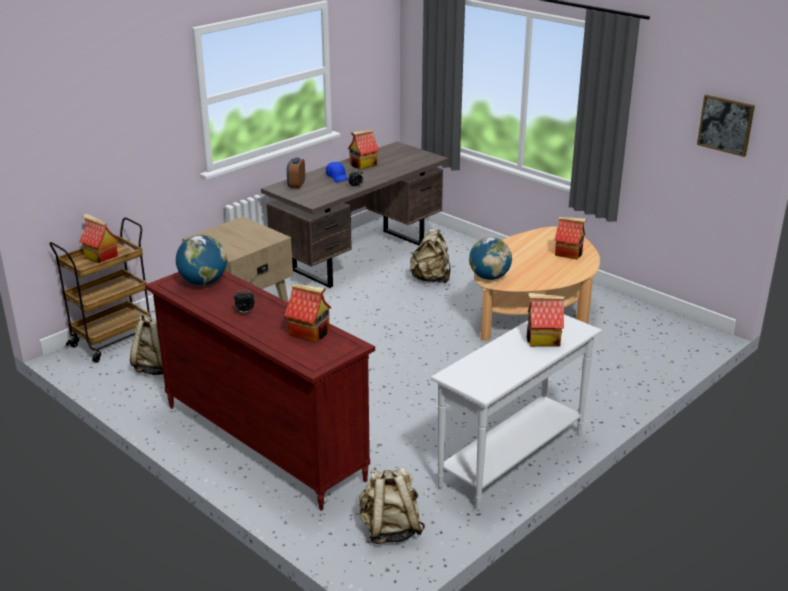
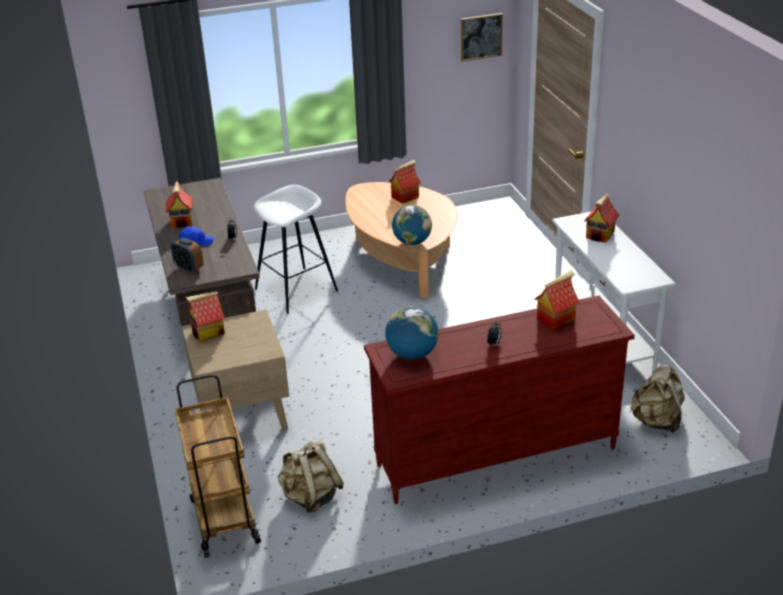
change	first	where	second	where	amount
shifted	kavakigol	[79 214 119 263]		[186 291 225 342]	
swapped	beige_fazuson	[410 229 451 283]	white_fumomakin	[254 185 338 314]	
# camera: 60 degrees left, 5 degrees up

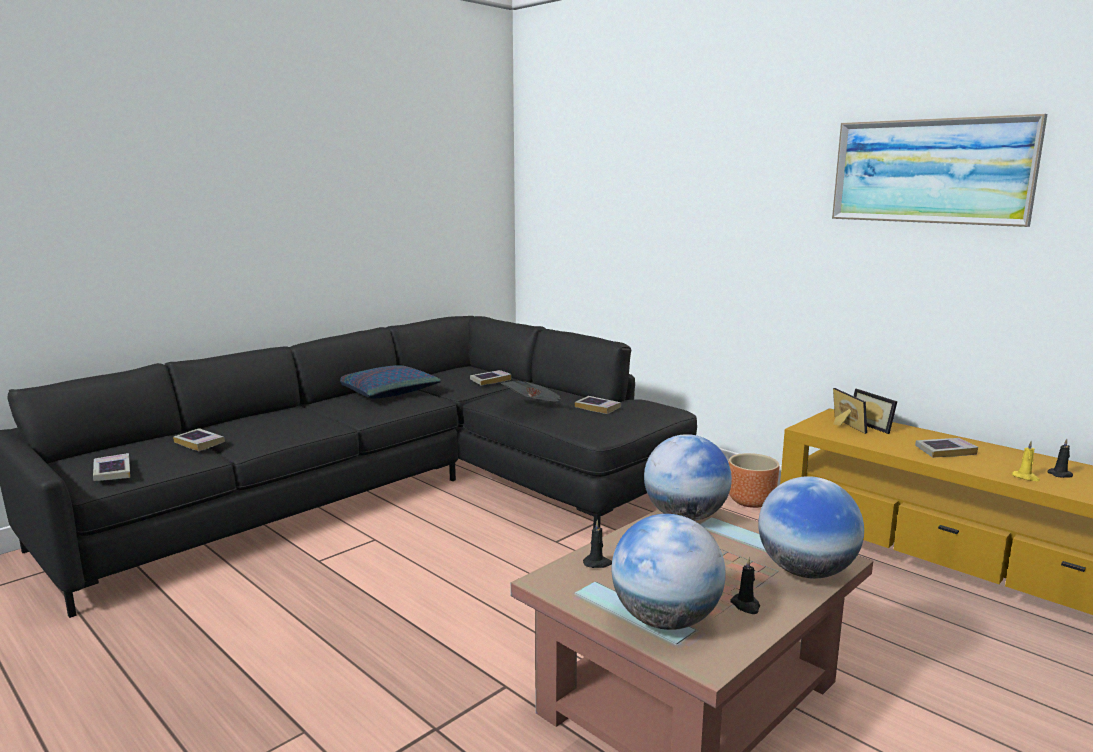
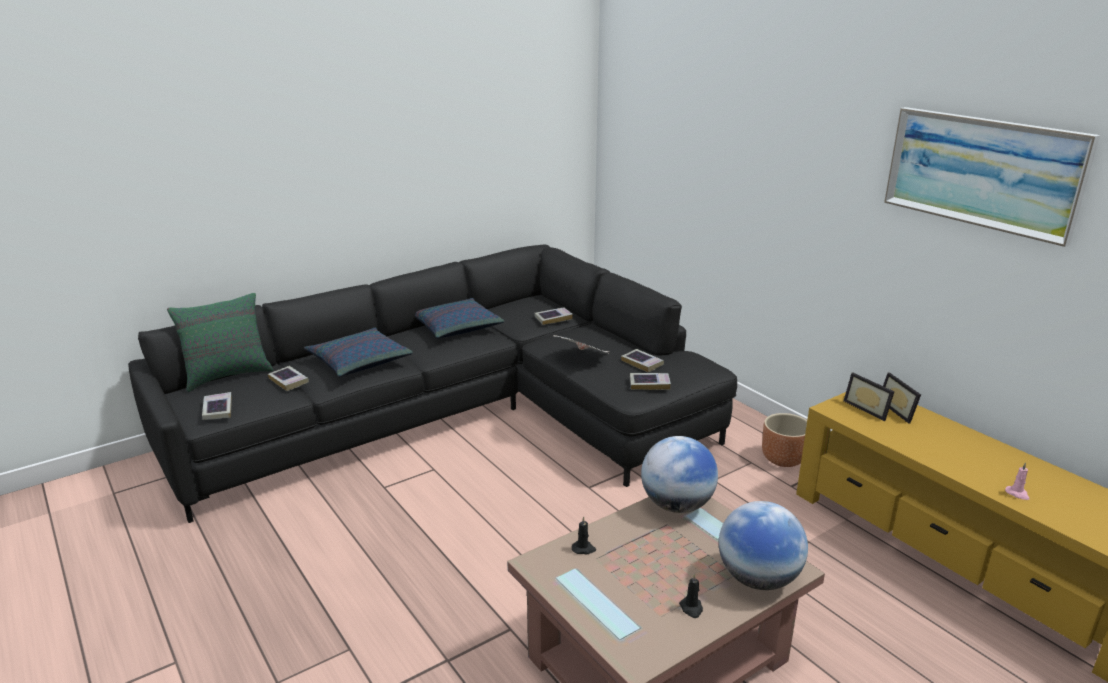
change	first	where	second	where	amount
rotated	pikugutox	[833 388 867 434]		[844 373 894 421]	150 degrees clockwise
shifted	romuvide	[915 438 978 458]		[630 373 671 390]	
gone	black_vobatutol	[1048 439 1073 478]			
repainted	yellow_vobatutol	[1012 441 1040 481]	pink_vobatutol	[1005 462 1030 500]	
gone	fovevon	[612 514 726 630]			
new			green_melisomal	[167 293 273 392]	
new			blue_melisomal	[304 327 413 377]	
# camera: 10 degrees right, 10 degrees up

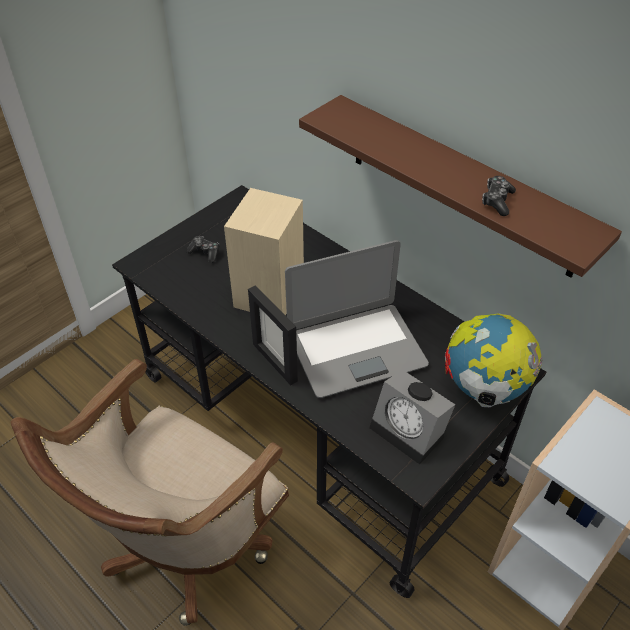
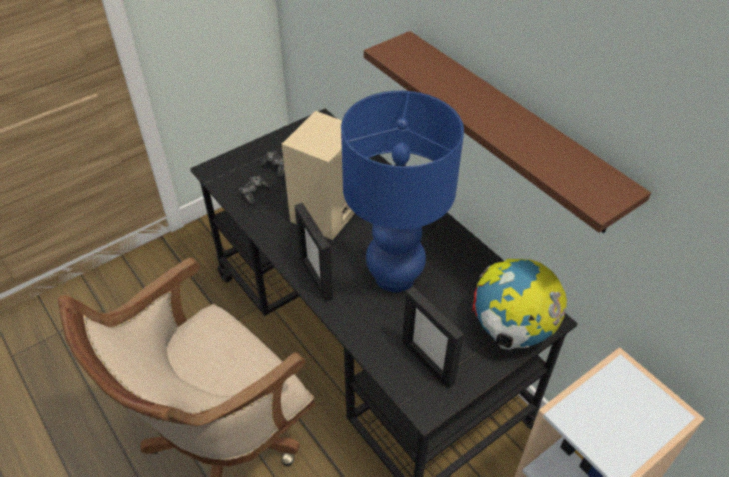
change	first	where	second	where	amount
shifted	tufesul	[482 176 516 216]		[239 176 271 206]	
swapped	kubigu	[285 240 429 398]	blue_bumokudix	[341 91 464 292]	
swapped	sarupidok	[369 370 455 464]	pikugutox	[402 287 464 389]	
# camera: 10 degrees right, 0 degrees up

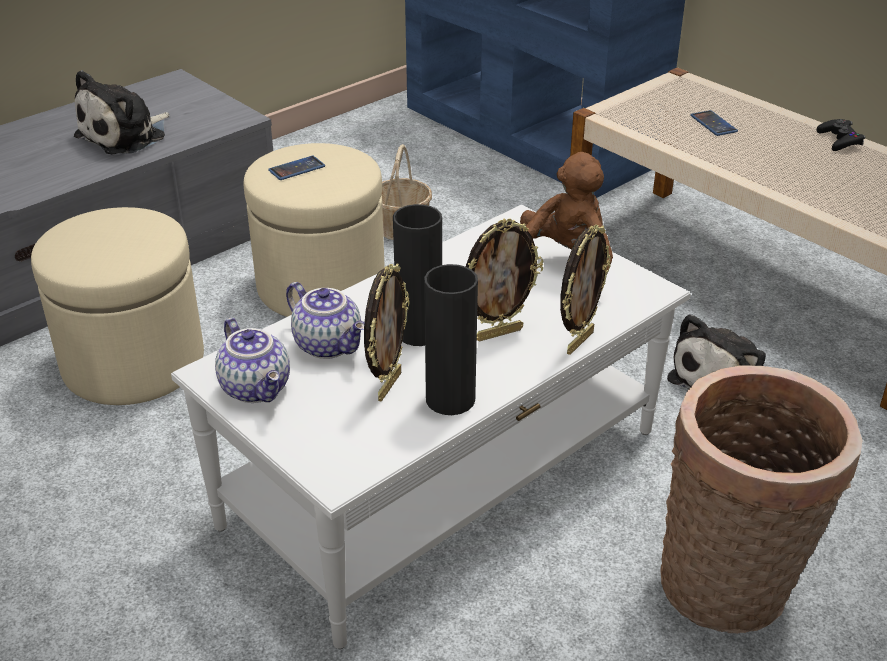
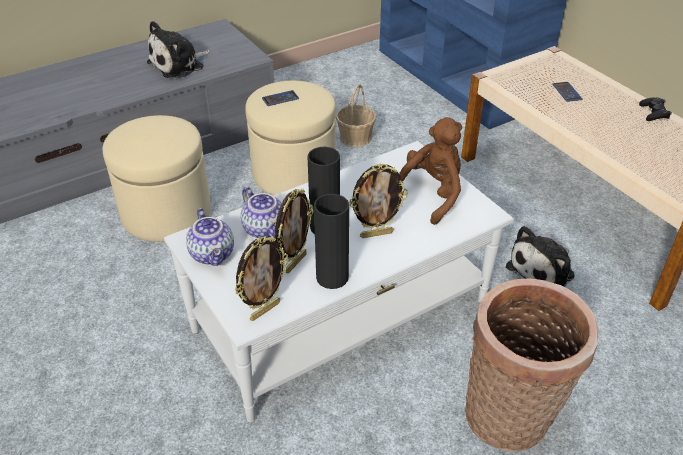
change	first	where	second	where	amount
shifted	pikugutox	[560 224 611 355]		[235 236 289 321]	
# camera: 10 degrees right, 5 degrees up

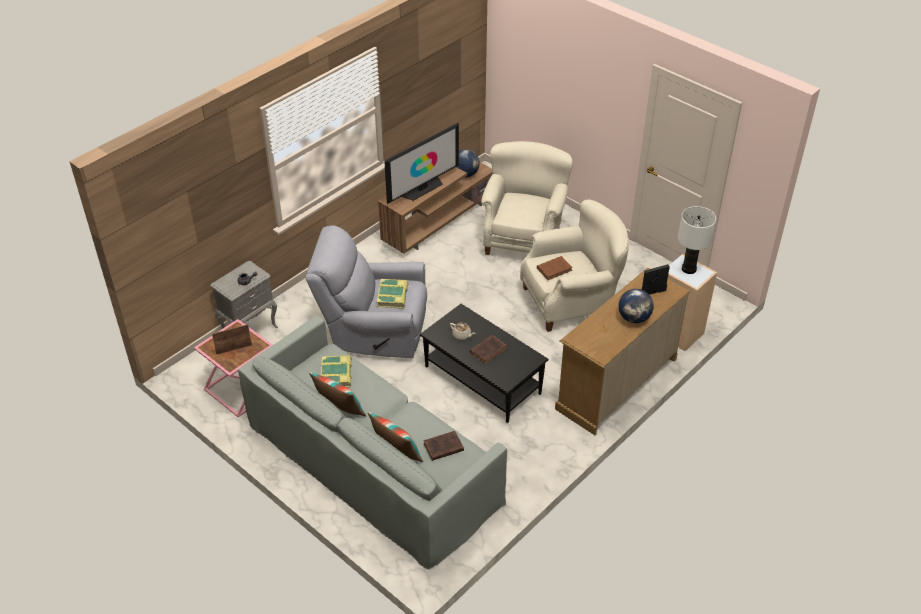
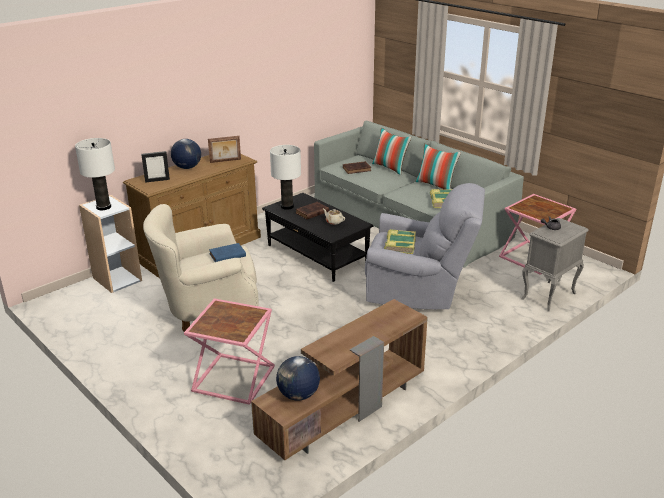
change	first	where	second	where	amount
gone	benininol	[384 123 459 204]			
swapped	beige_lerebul	[481 141 573 255]	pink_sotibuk	[184 298 275 405]	
repainted	brown_romuvide	[537 256 572 280]	blue_romuvide	[209 243 246 262]	
shifted	pikugutox	[212 324 252 355]		[208 136 241 163]	
new			white_bumokudix	[270 145 301 210]	
# camera: 175 degrees left, 15 degrees down

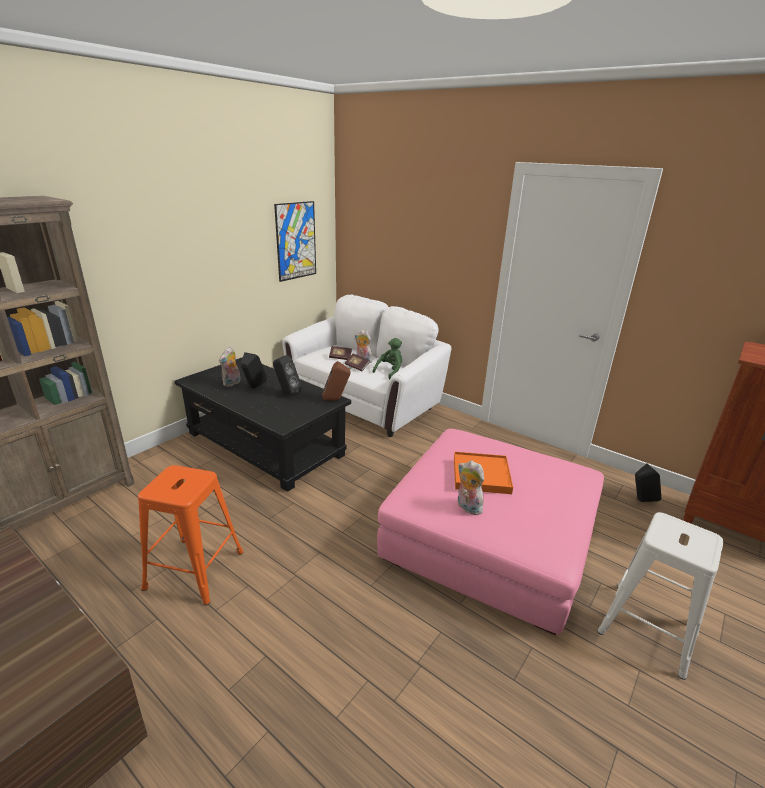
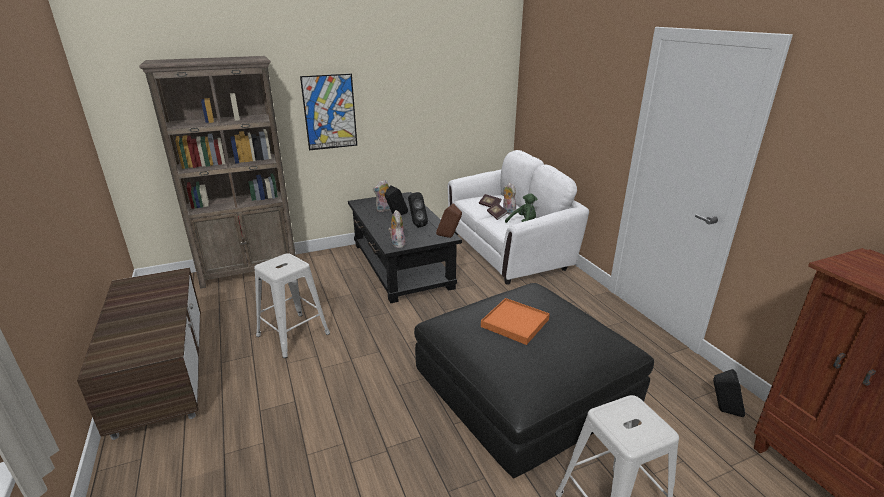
change	first	where	second	where	amount
shifted	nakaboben	[274 201 316 282]		[300 74 357 151]	
repainted	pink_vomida	[377 429 604 635]	black_vomida	[414 283 654 479]	
shifted	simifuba	[458 460 484 515]		[388 210 406 248]	
repainted	orange_fumomakin	[138 465 244 605]	white_fumomakin	[254 253 330 358]	
# camera: 30 degrees right, 0 degrees up

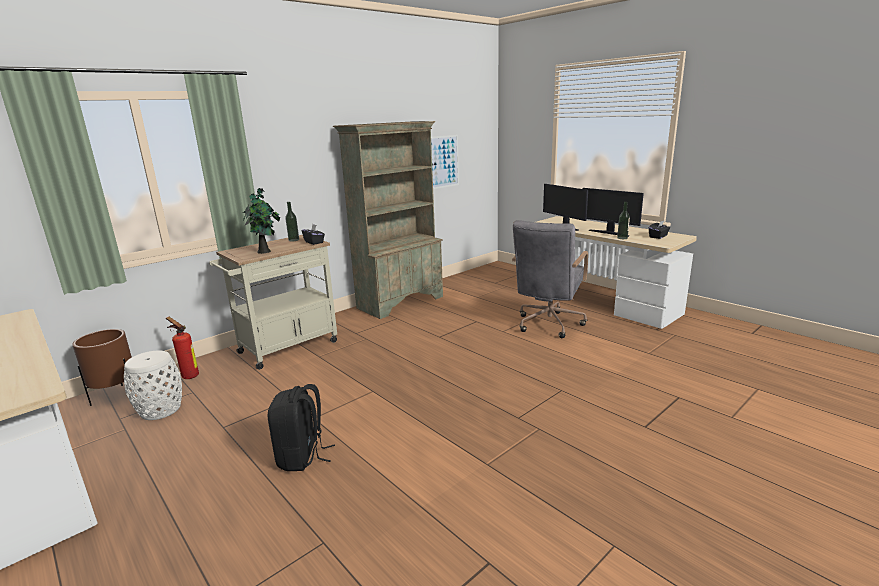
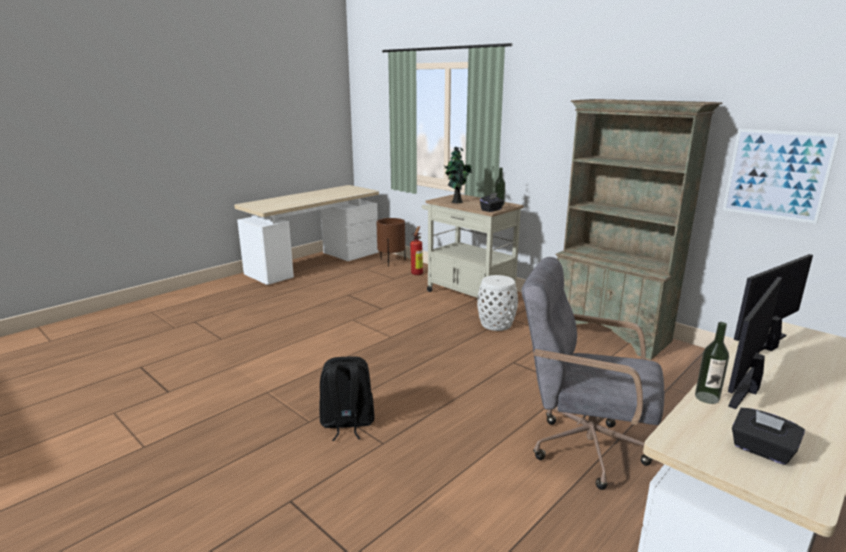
change	first	where	second	where	amount
shifted	white_fumomakin	[124 350 182 420]		[477 275 518 331]	
shifted	black_fazuson	[268 384 335 471]		[319 356 375 441]	
# camera: 85 degrees right, 0 degrees up

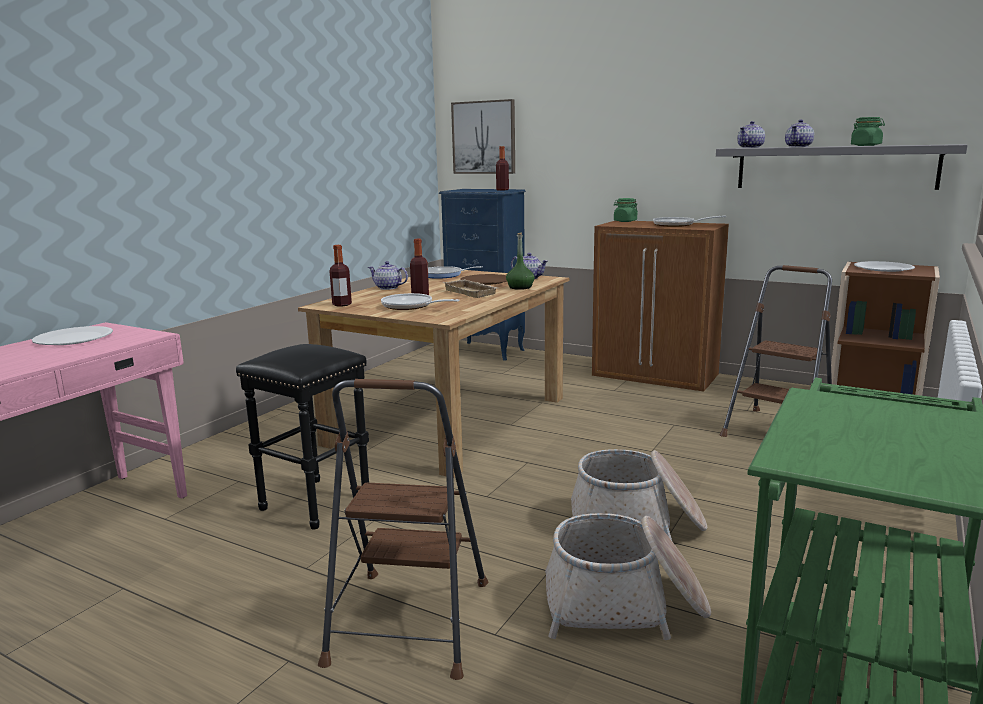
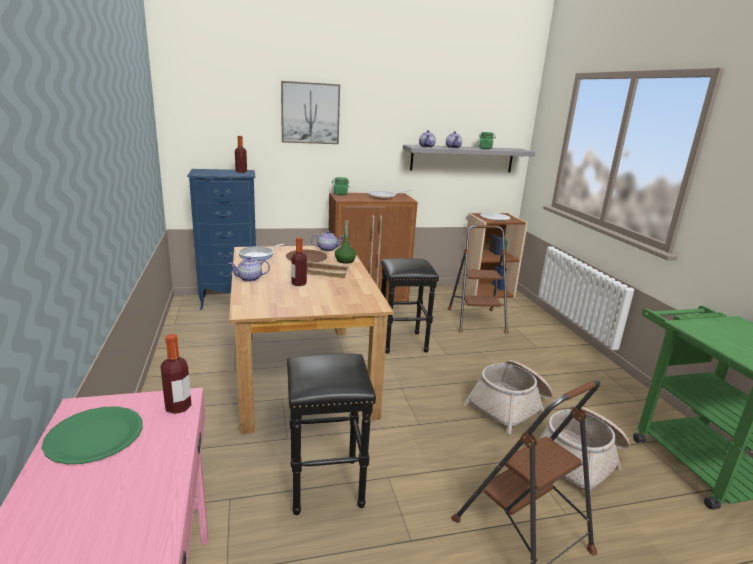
change	first	where	second	where	amount
shifted	nakaboben	[451 99 515 174]		[281 81 340 144]	
shifted	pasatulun	[330 245 352 307]		[161 334 192 414]	
gone	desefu	[381 293 459 310]			
repainted	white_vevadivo	[32 326 113 345]	green_vevadivo	[42 406 143 464]	
new			black_fumomakin	[381 258 439 354]	
# camera: 45 degrees left, 5 degrees up

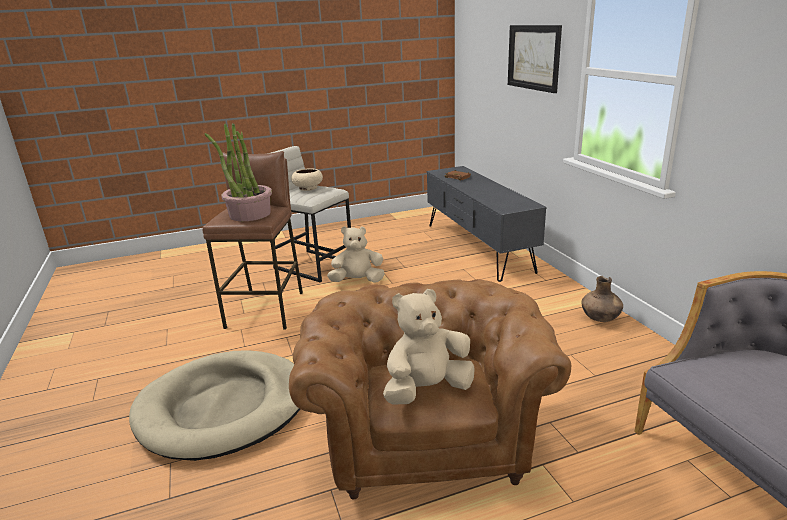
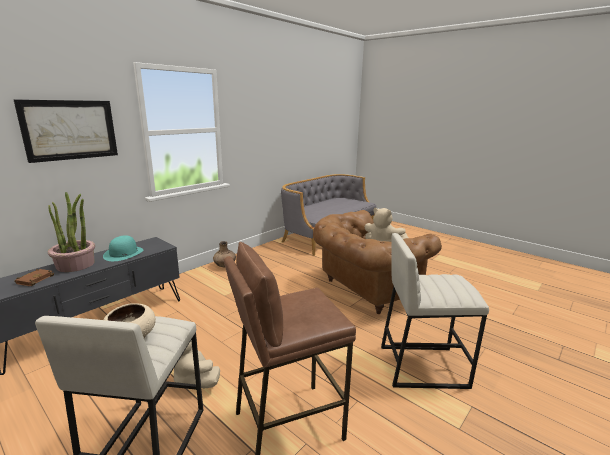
change	first	where	second	where	amount
shifted	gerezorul	[205 123 272 221]		[48 192 95 272]	
swapped	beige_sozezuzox	[129 351 300 461]	beige_fumomakin	[381 233 489 389]	
new			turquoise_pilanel	[103 235 144 261]	
# camera: 120 degrees left, 5 degrees down

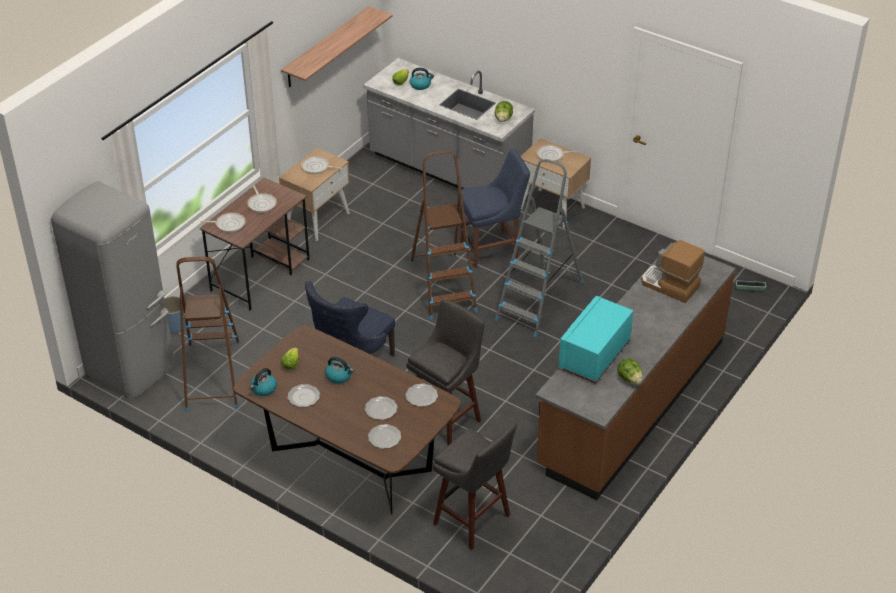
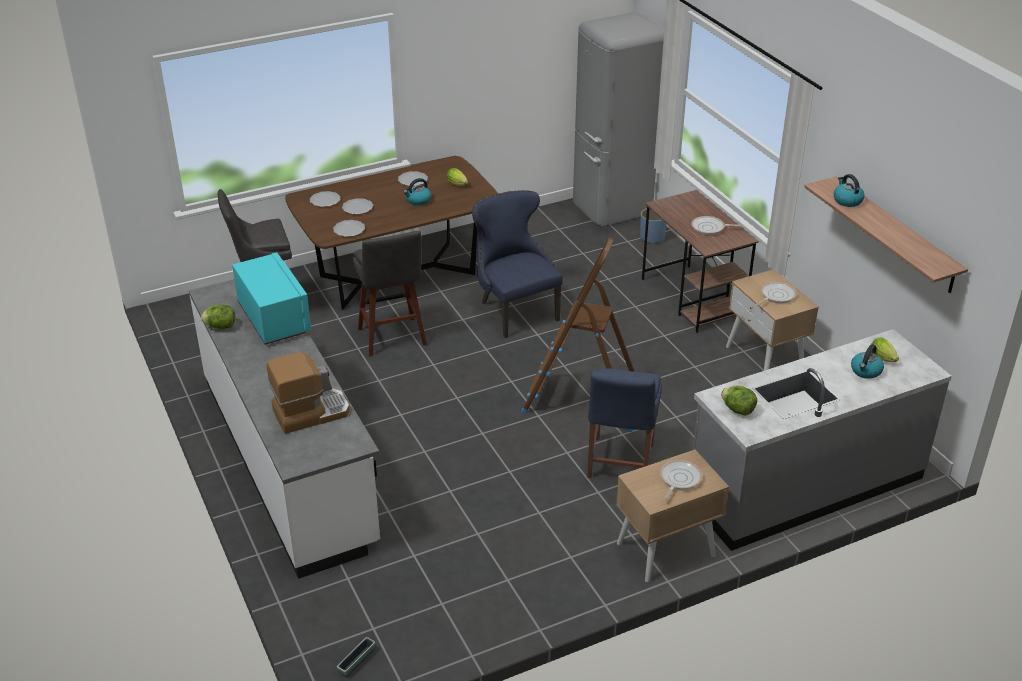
change	first	where	second	where	amount
gone	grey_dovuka	[495 159 583 337]			
gone	desefu	[200 213 246 232]			
repainted	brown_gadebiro	[535 242 736 501]	white_gadebiro	[189 279 380 579]	
gone	brown_dovuka	[176 256 240 412]			
shifted	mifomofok	[250 368 277 396]		[834 174 865 207]	
# camera: 120 degrees right, 5 degrees down

